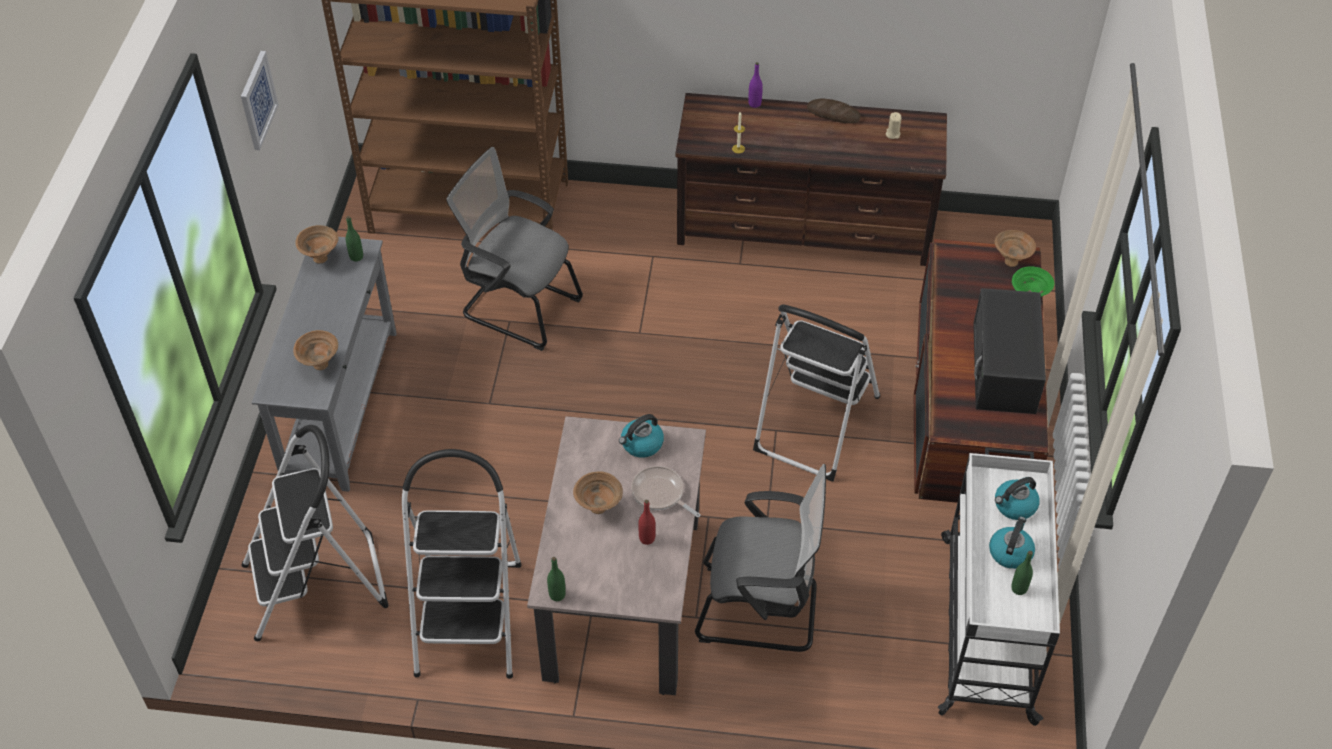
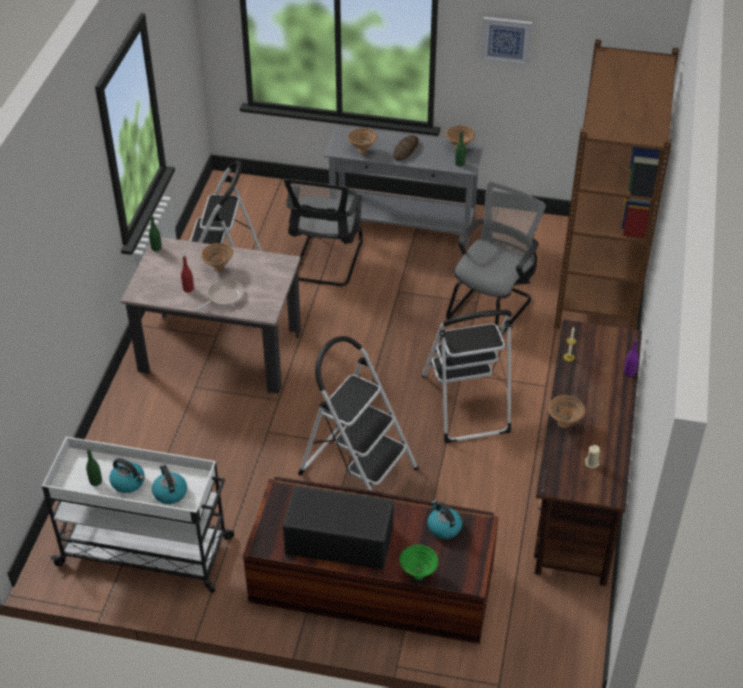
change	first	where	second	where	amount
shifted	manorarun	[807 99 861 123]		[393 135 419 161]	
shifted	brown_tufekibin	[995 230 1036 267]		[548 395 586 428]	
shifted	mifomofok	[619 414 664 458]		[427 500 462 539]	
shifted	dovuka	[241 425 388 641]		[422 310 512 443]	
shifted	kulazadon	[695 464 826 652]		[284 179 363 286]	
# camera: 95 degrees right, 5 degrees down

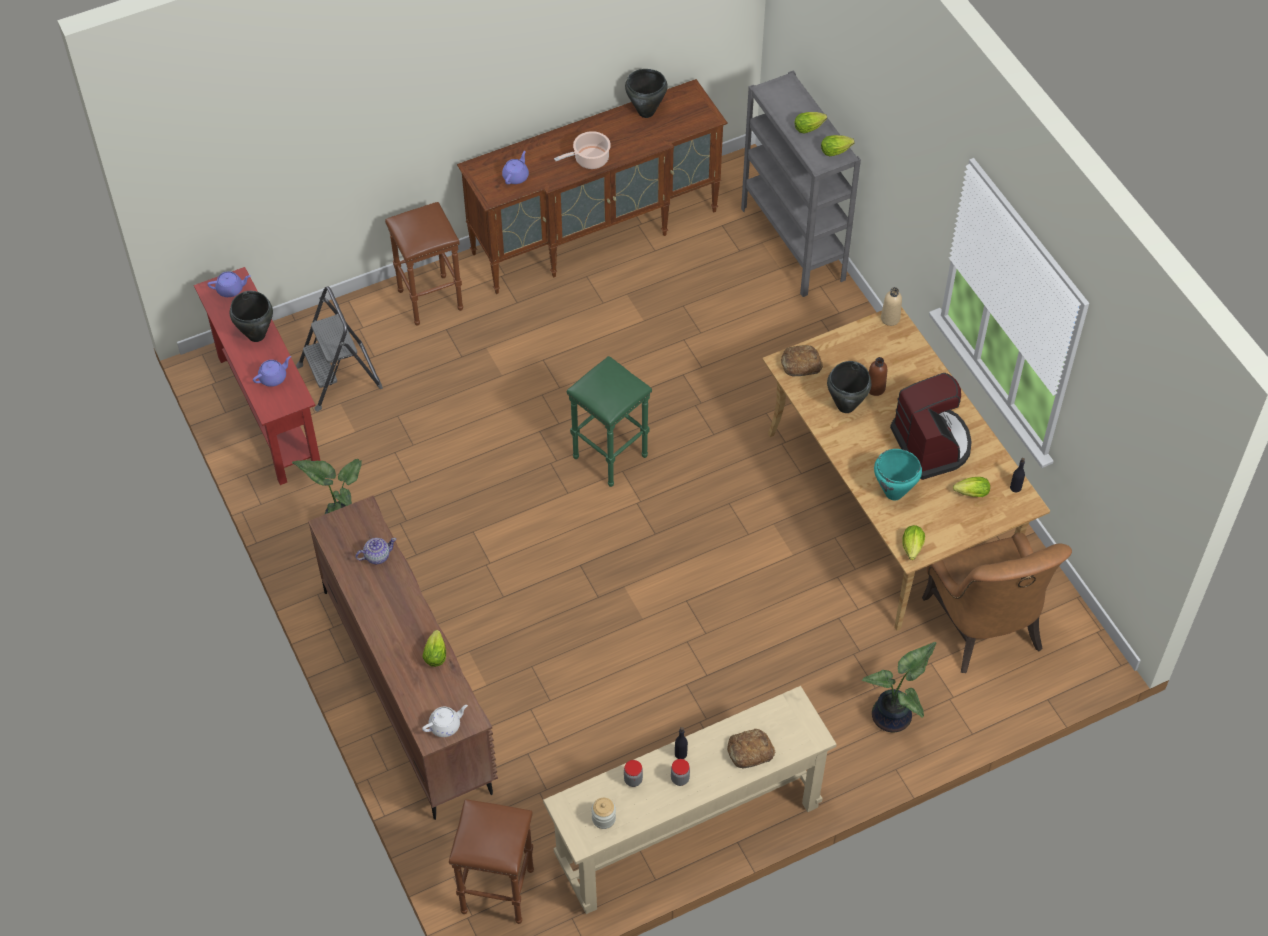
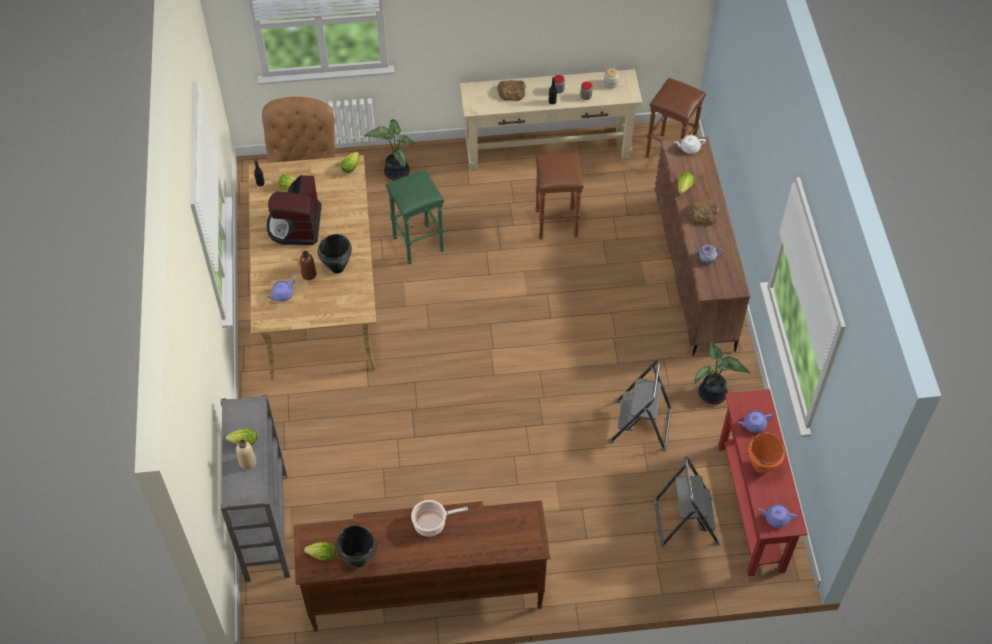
change	first	where	second	where	amount
shifted	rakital	[821 135 855 156]		[304 542 336 561]	
shifted	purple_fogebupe	[502 151 529 184]		[267 279 295 302]	
shifted	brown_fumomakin	[385 202 463 326]		[535 153 584 239]	
shifted	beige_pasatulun	[881 287 902 326]		[236 439 256 470]	
repainted	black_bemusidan	[230 291 273 342]	orange_bemusidan	[748 433 785 474]	
shifted	manorarun	[781 345 823 376]		[688 202 720 226]	
shifted	green_fumomakin	[567 356 652 487]		[386 170 444 264]	
gone	turquoise_bemusidan	[874 449 922 500]			
new			grey_dovuka	[608 360 672 451]	
# camera: 160 degrees left, 0 degrees up

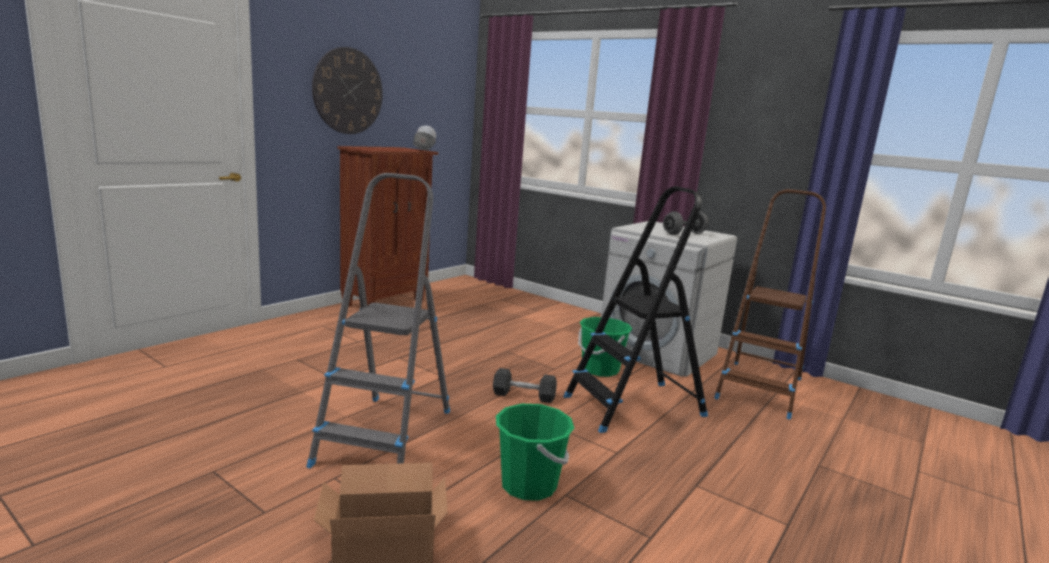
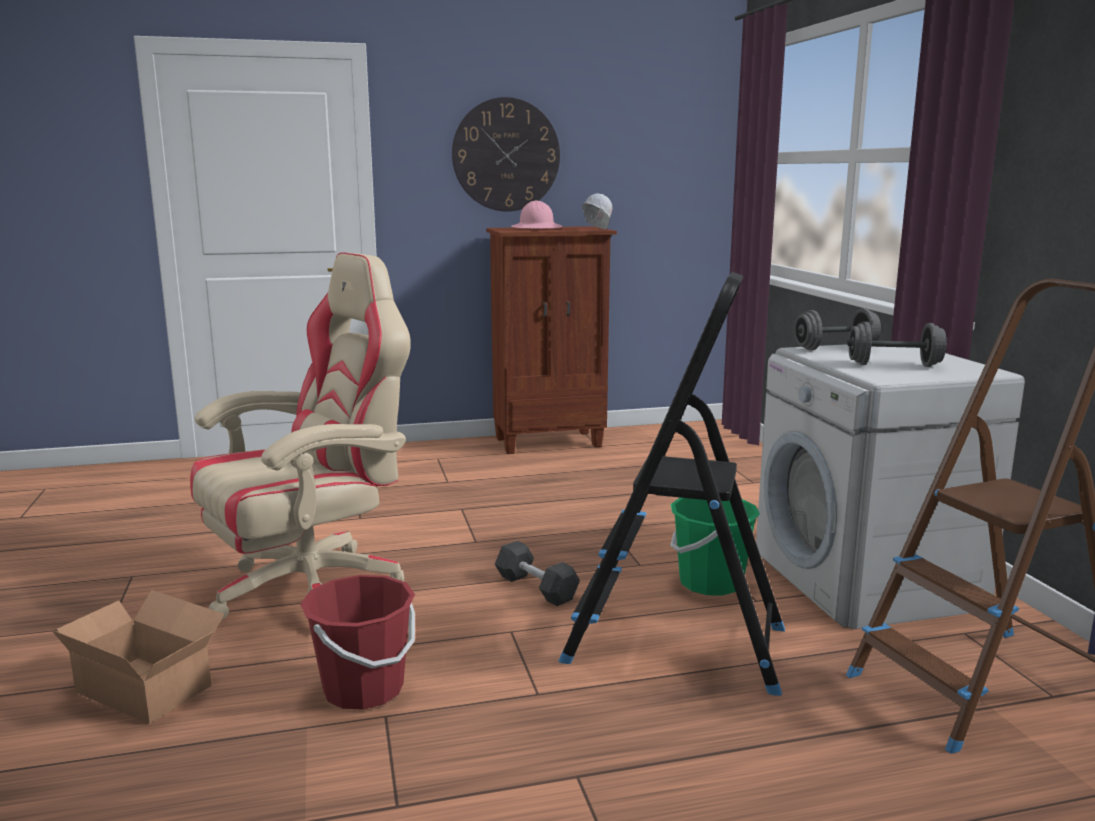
change	first	where	second	where	amount
swapped	grey_dovuka	[306 173 450 468]	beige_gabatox	[190 252 411 620]	
repainted	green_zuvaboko	[496 404 574 501]	red_zuvaboko	[300 575 415 710]	
new			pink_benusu	[511 200 563 228]	
new			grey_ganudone	[794 308 881 350]	
# camera: 40 degrees right, 0 degrees up

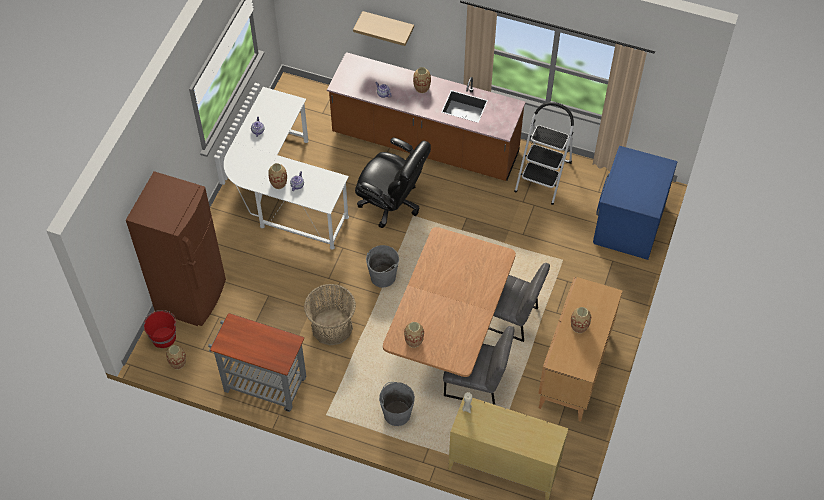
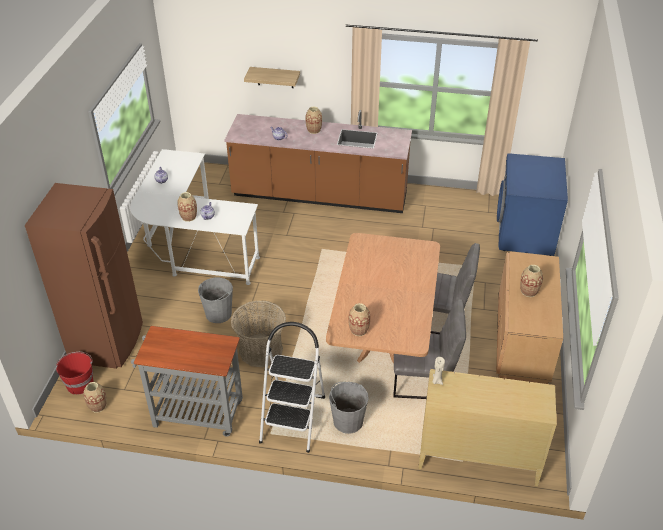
change	first	where	second	where	amount
shifted	dovuka	[514 102 574 205]		[259 322 325 453]	
gone	black_gabatox	[355 138 431 228]			
shifted	grey_zuvaboko	[366 245 399 288]		[198 277 233 323]	
# camera: 10 degrees left, 15 degrees down

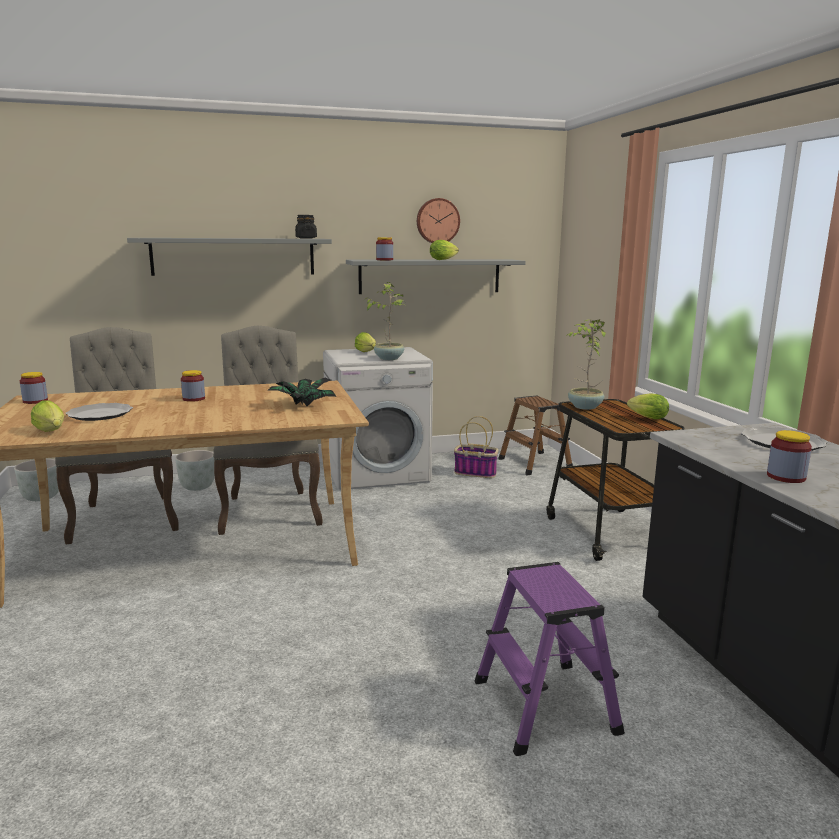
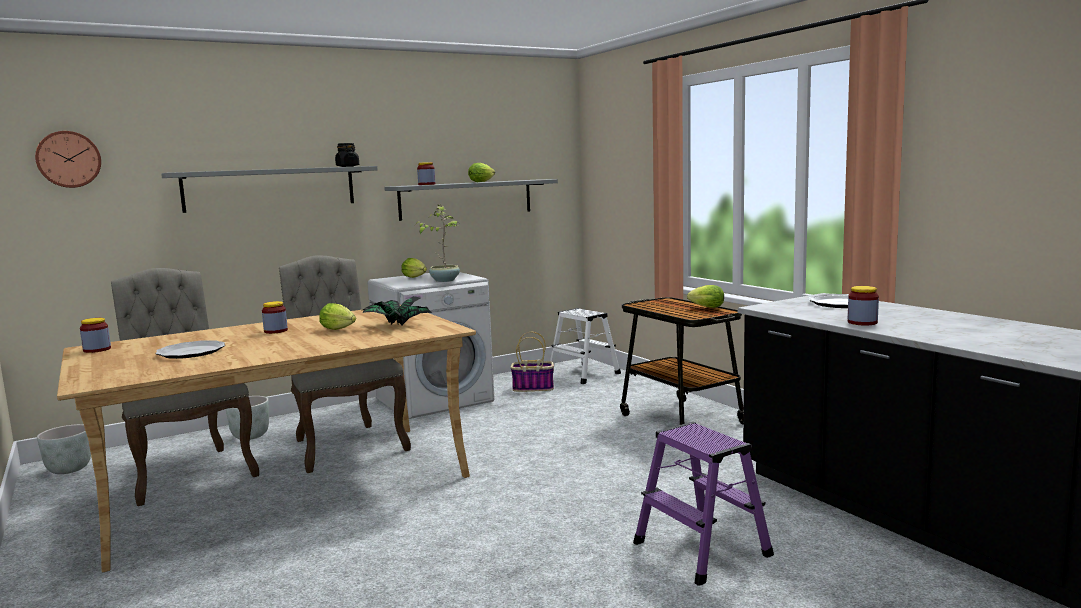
change	first	where	second	where	amount
shifted	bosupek	[417 198 460 243]		[35 131 101 188]	
gone	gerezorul	[566 319 606 410]			
repainted	brown_dovuka	[498 396 573 475]	white_dovuka	[550 308 621 384]	
shifted	rakital	[31 400 64 432]		[319 303 356 330]	
# camera: 15 degrees left, 5 degrees down

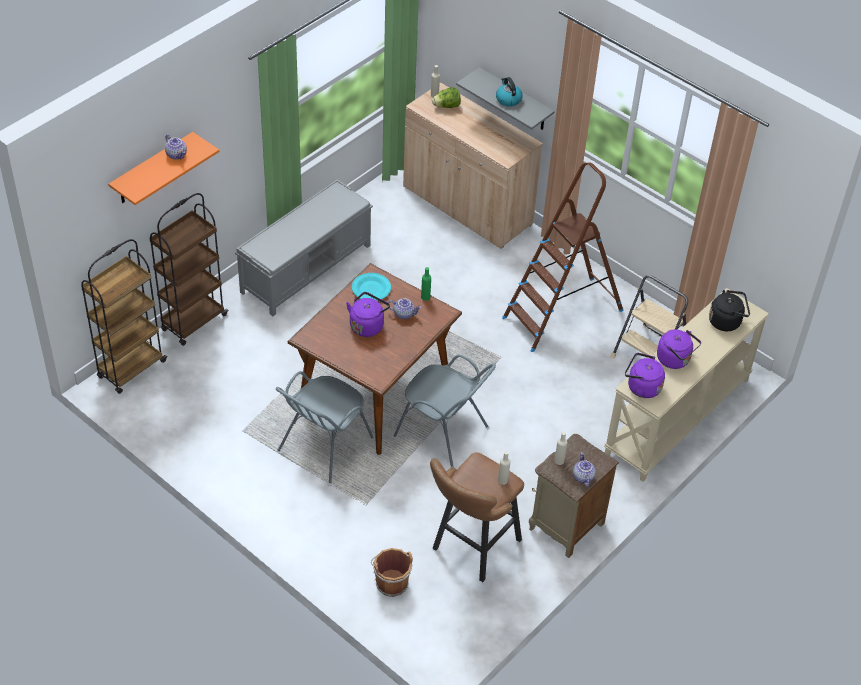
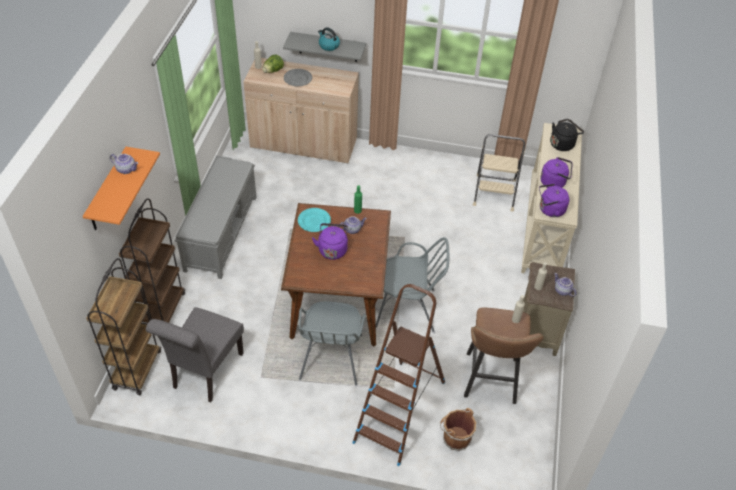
change	first	where	second	where	amount
shifted	brown_dovuka	[502 162 623 352]		[352 284 445 466]	
new			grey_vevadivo	[284 69 312 86]	
new			grey_kulazadon	[146 307 244 402]	
# camera: 30 degrees left, 0 degrees up

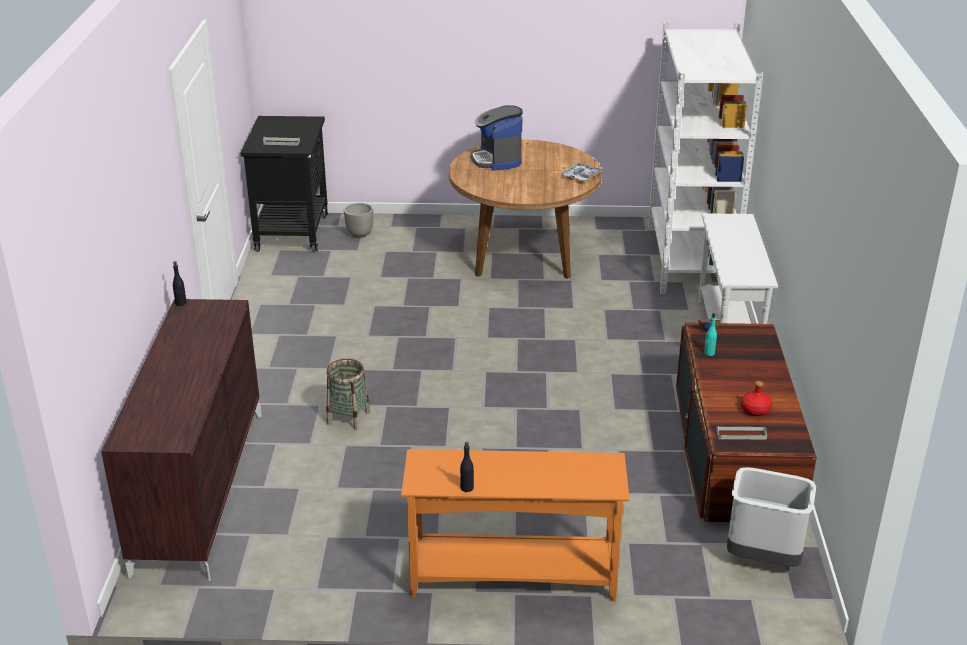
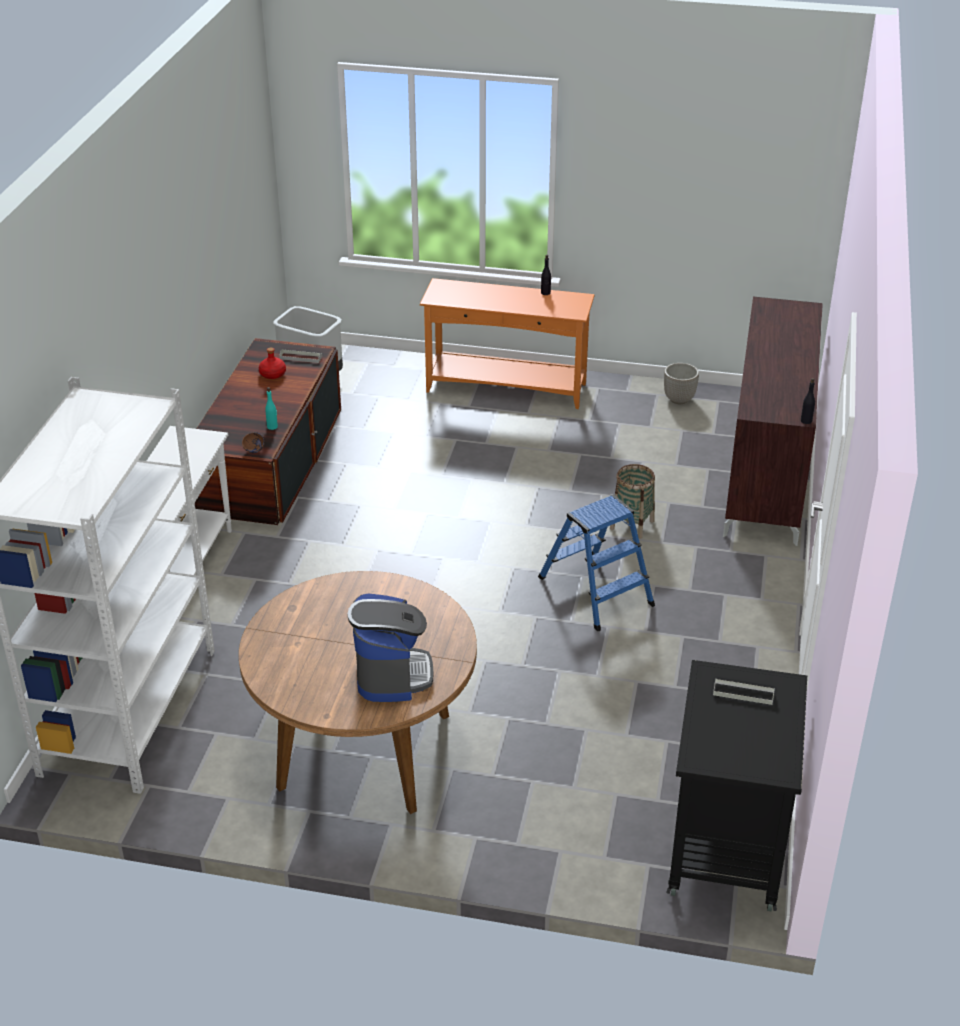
change	first	where	second	where	amount
gone	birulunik	[560 163 604 182]			
shifted	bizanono	[344 203 374 238]		[664 363 699 404]	
new			blue_dovuka	[538 494 655 631]	
# camera: 170 degrees left, 5 degrees up

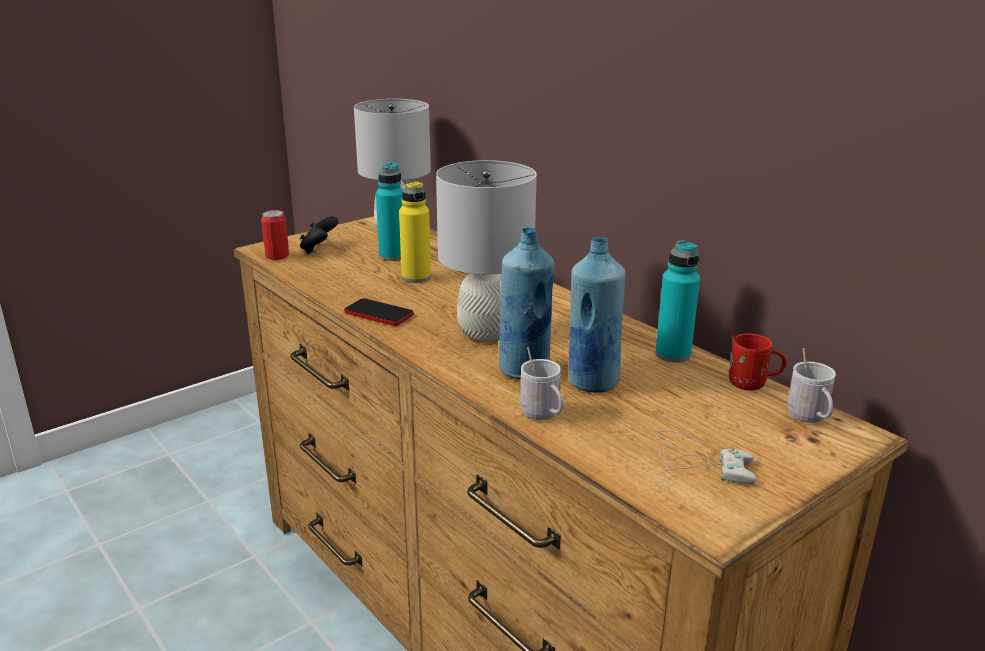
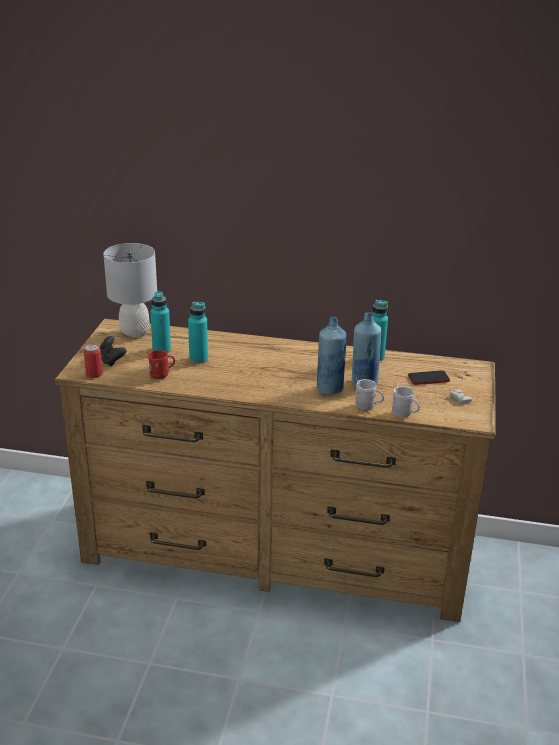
change	first	where	second	where	amount
gone	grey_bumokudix	[436 160 537 341]			
repainted	yellow_pasatulun	[399 180 431 283]	turquoise_pasatulun	[188 302 208 364]	
shifted	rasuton	[344 298 414 326]		[408 370 450 385]	
shifted	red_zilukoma	[729 329 787 391]		[147 350 175 379]	
shifted	white_zilukoma	[787 348 836 423]		[392 381 420 417]	
# camera: 40 degrees left, 5 degrees up

